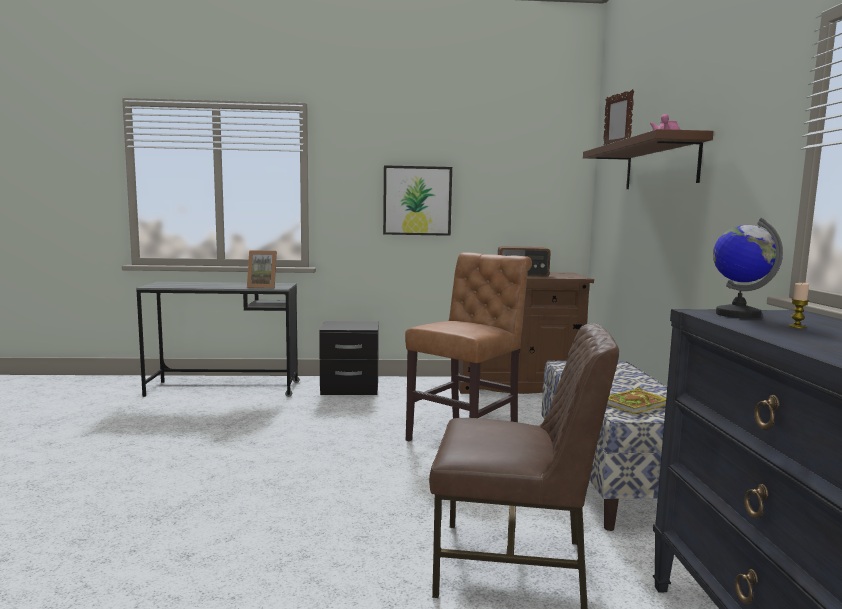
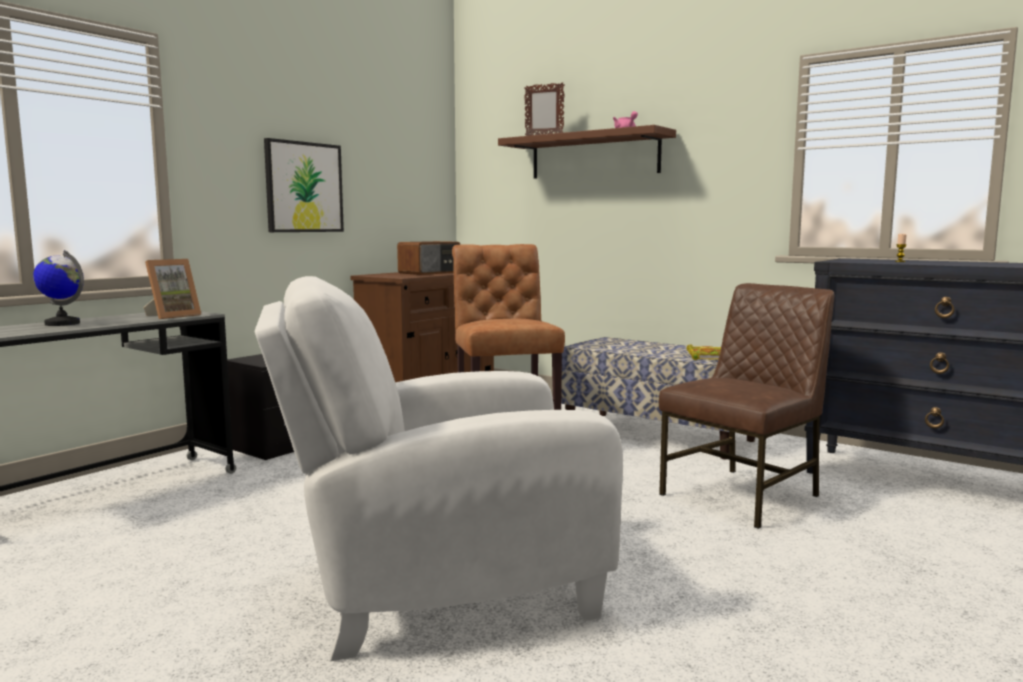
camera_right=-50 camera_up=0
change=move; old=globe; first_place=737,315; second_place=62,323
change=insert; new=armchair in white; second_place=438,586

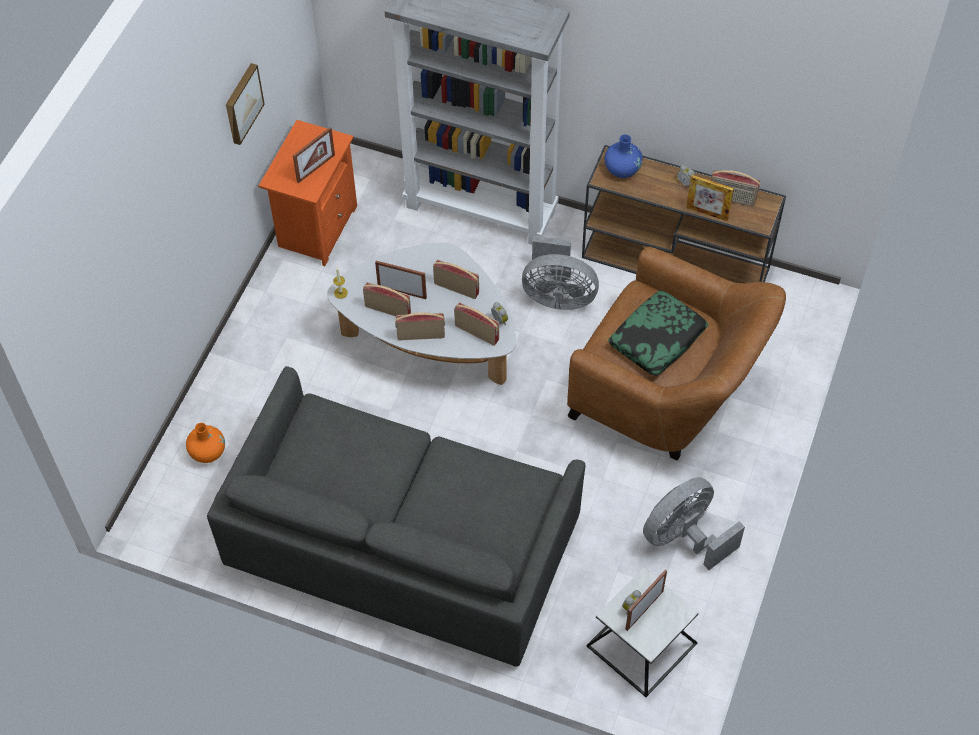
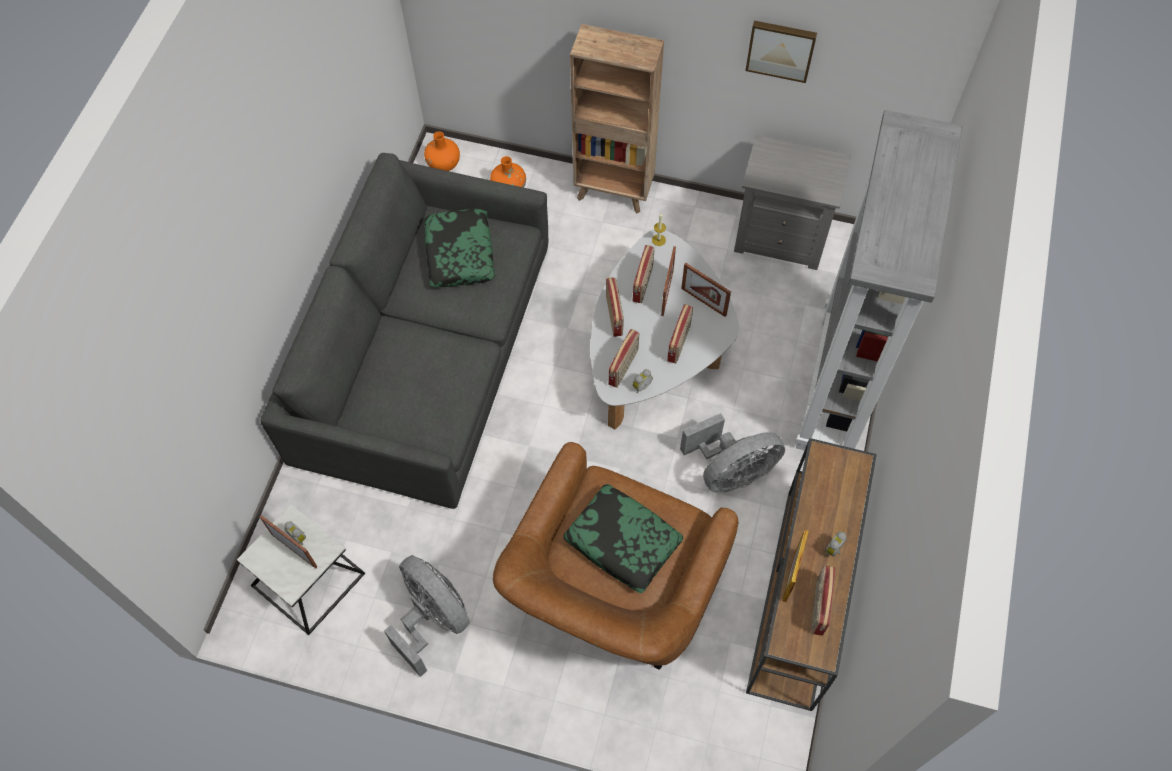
camera_right=85 camera_up=5
change=recolor; old=nightstand in orange; new=nightstand in grey; first_place=316,227; second_place=781,238
change=move; old=picture frame; first_place=316,168; second_place=703,302
change=delete; old=vase in blue; first_place=622,169
change=rotate; old=fan in grey; first_place=557,296; second_place=731,472; degrees=-120
change=insert; new=bookcase in brown; second_place=614,192
change=insert; new=vase in orange; second_place=443,164
change=insert; new=pillow; second_place=459,254

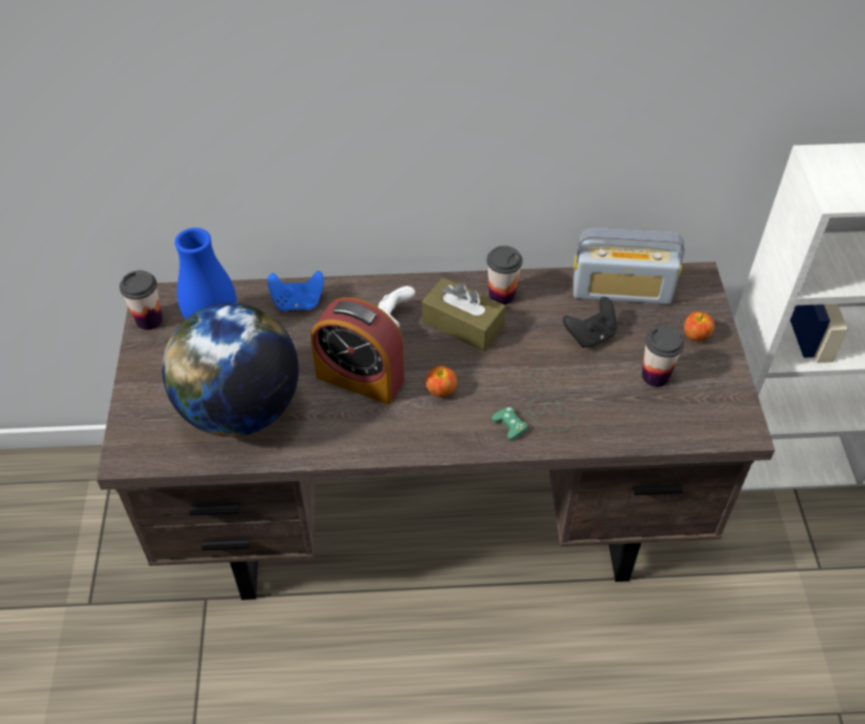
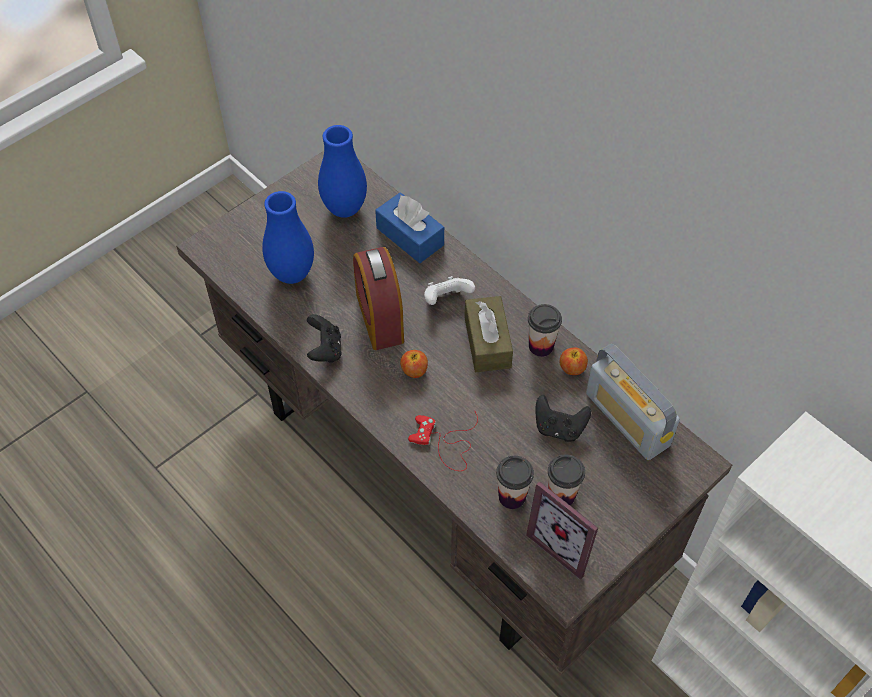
camera_right=50 camera_up=5
change=move; old=cup; first_place=149,320; second_place=512,496
change=replace; old=game controller in blue; new=tissue box in blue; first_place=298,303; second_place=410,236
change=replace; old=globe; new=vase in blue; first_place=240,410; second_place=292,274
change=move; old=apple; first_place=696,335; second_place=572,368
change=recolor; old=game controller in green; new=game controller in red; first_place=535,416; second_place=445,442
change=insert; new=game controller in black; second_place=325,350
change=insert; new=picture frame; second_place=566,543

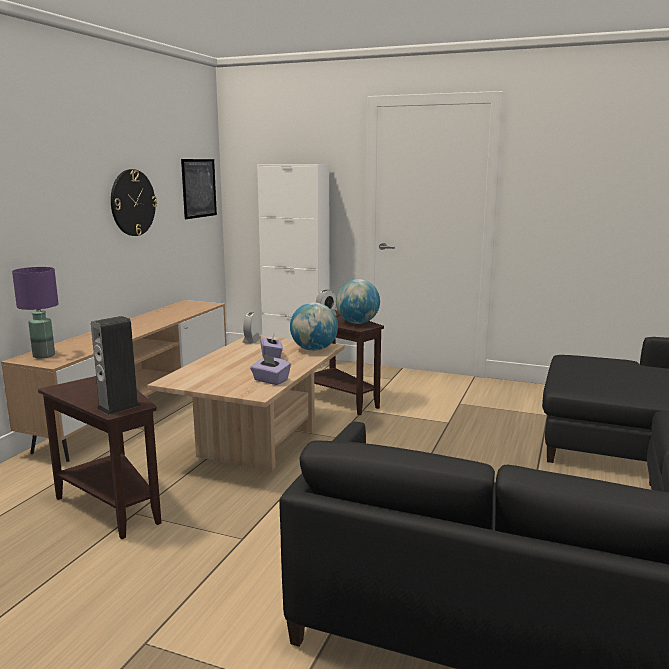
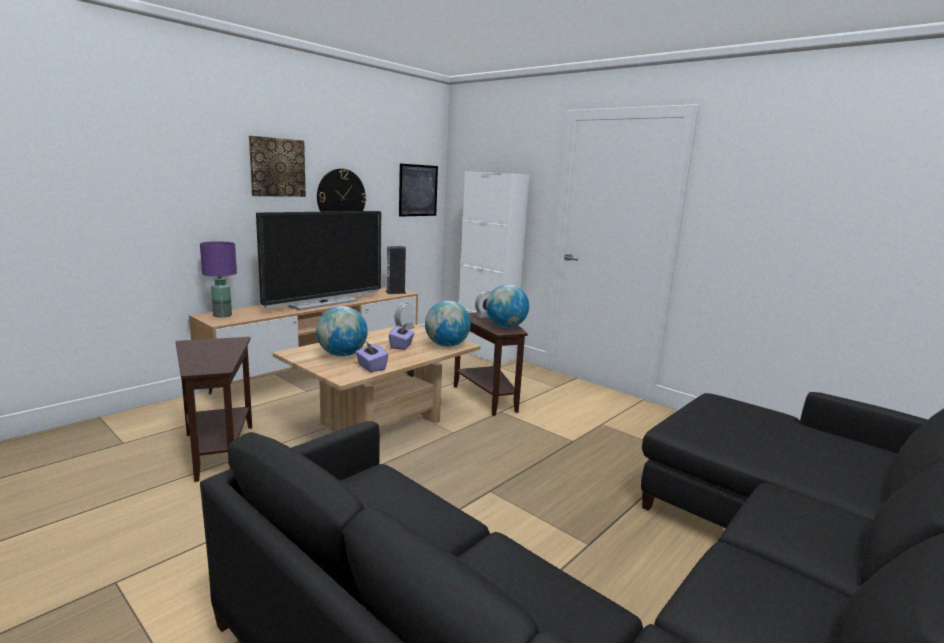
camera_right=20 camera_up=0
change=move; old=speaker; first_place=118,407; second_place=395,292
change=insert; new=picture; second_place=277,167
change=insert; new=television; second_place=323,303
change=insert; new=globe; second_place=342,355

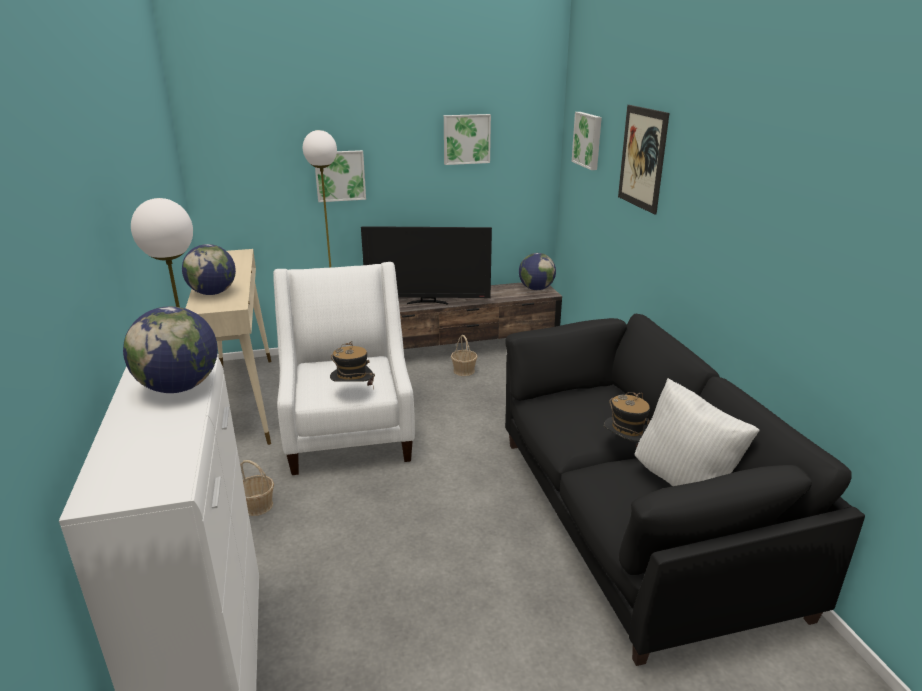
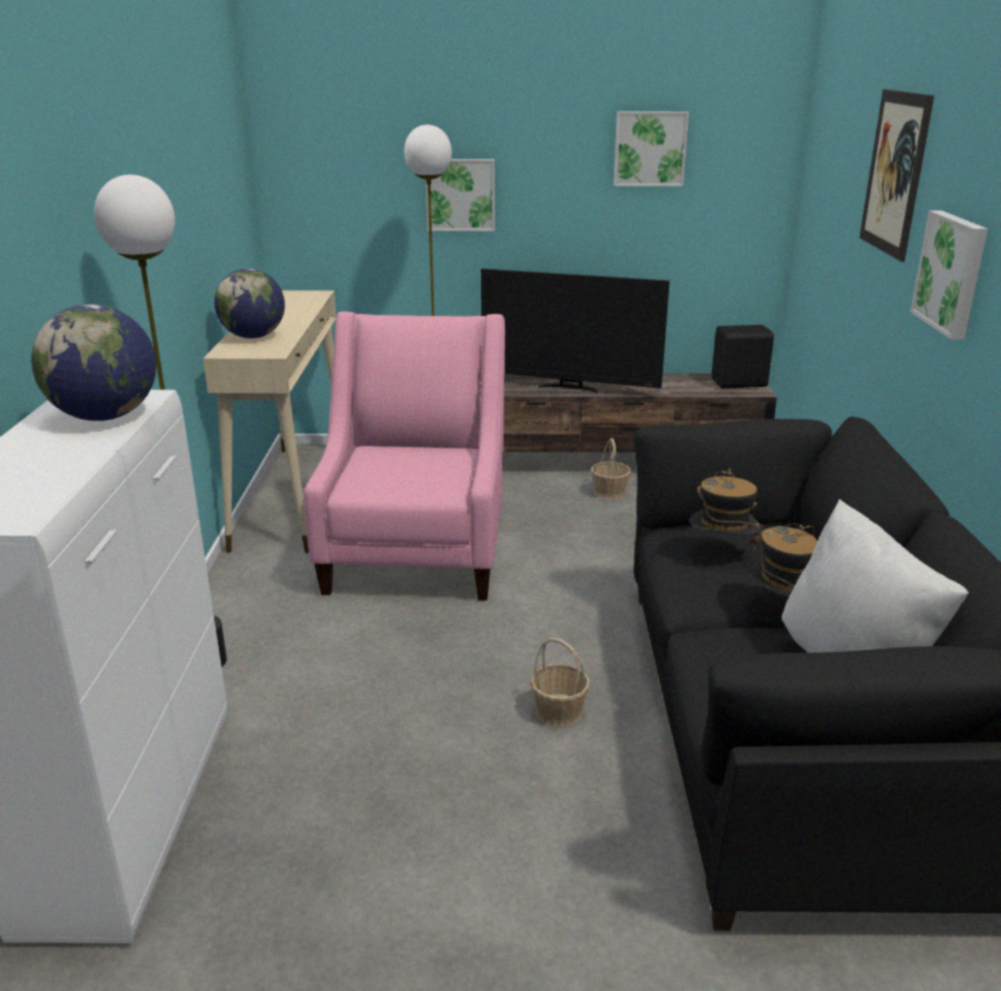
camera_right=15 camera_up=0
change=move; old=picture; first_place=588,140; second_place=952,273
change=replace; old=globe; new=speaker in black; first_place=536,289; second_place=740,384
change=recolor; old=armchair in white; new=armchair in pink; first_place=349,433; second_place=417,554
change=move; old=hat; first_place=353,394; second_place=721,554
change=move; old=basket; first_place=257,505; second_place=559,711

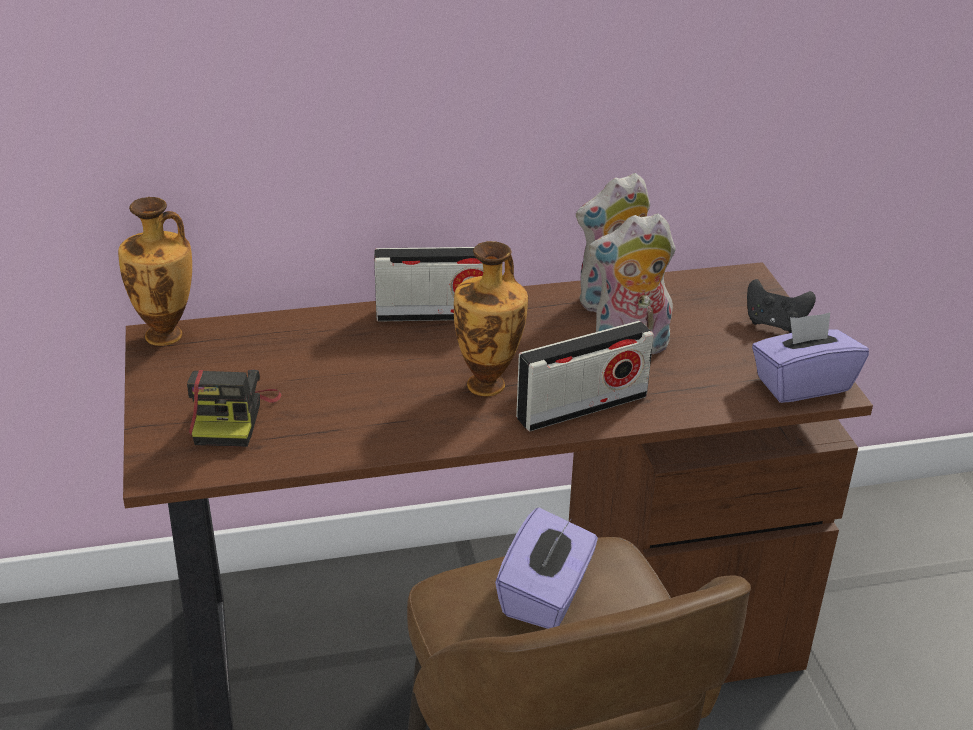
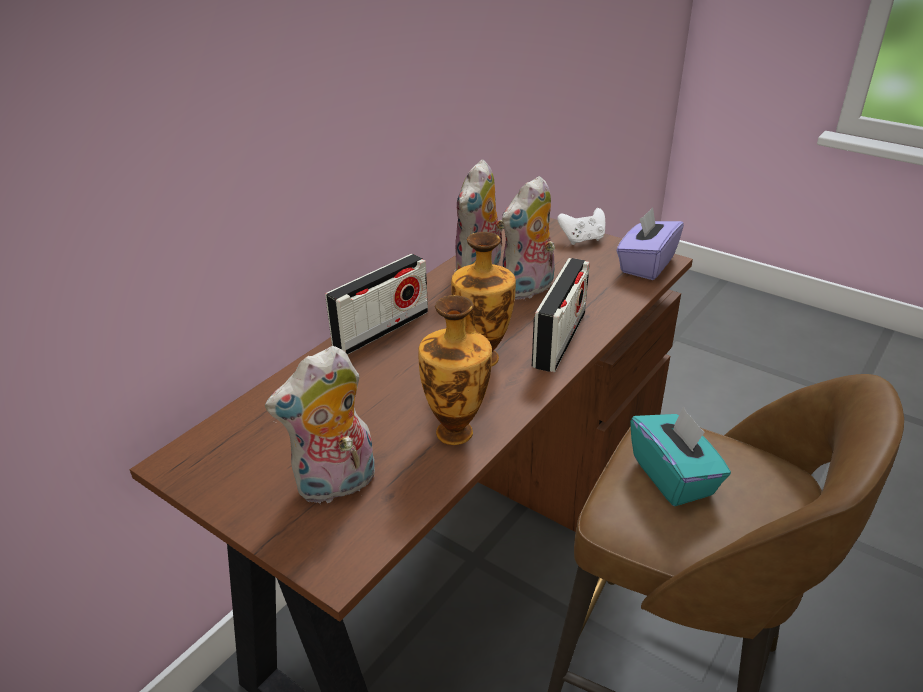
camera_right=-40 camera_up=0
change=move; old=vase; first_place=167,335; second_place=457,431
change=recolor; old=game controller in black; new=game controller in white; first_place=774,324; second_place=582,239
change=replace; old=photo camera; new=plush toy; first_place=232,417; second_place=336,486
change=recolor; old=tissue box in purple; new=tissue box in turquoise; first_place=546,595; second_place=673,476

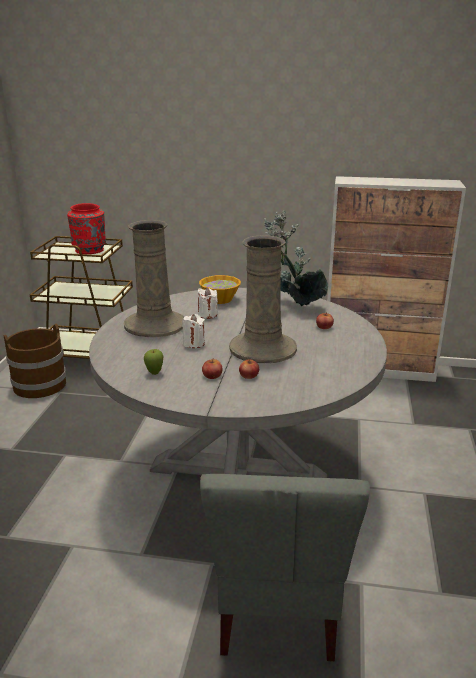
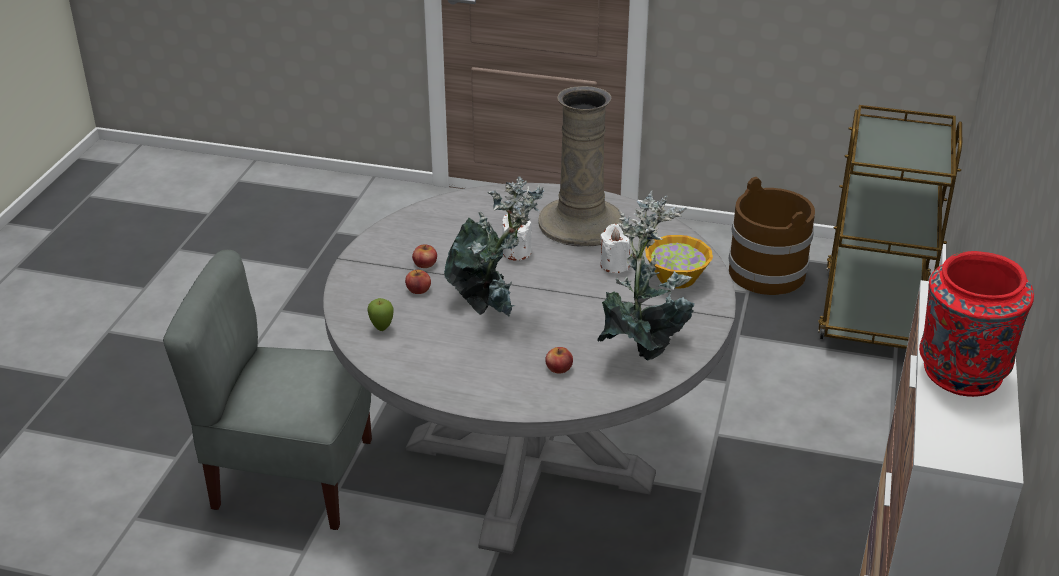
camera_right=95 camera_up=10
change=move; old=vase in red; first_place=89,250; second_place=960,373
change=replace; old=vase in beige; new=potted plant; first_place=263,348; second_place=491,305
change=move; old=apple; first_place=154,373; second_place=382,328

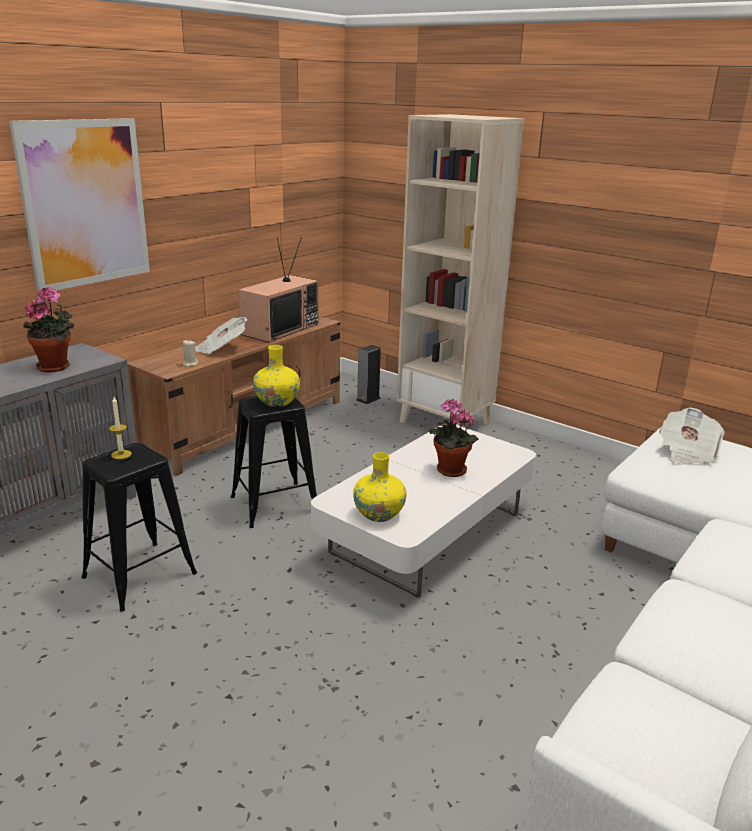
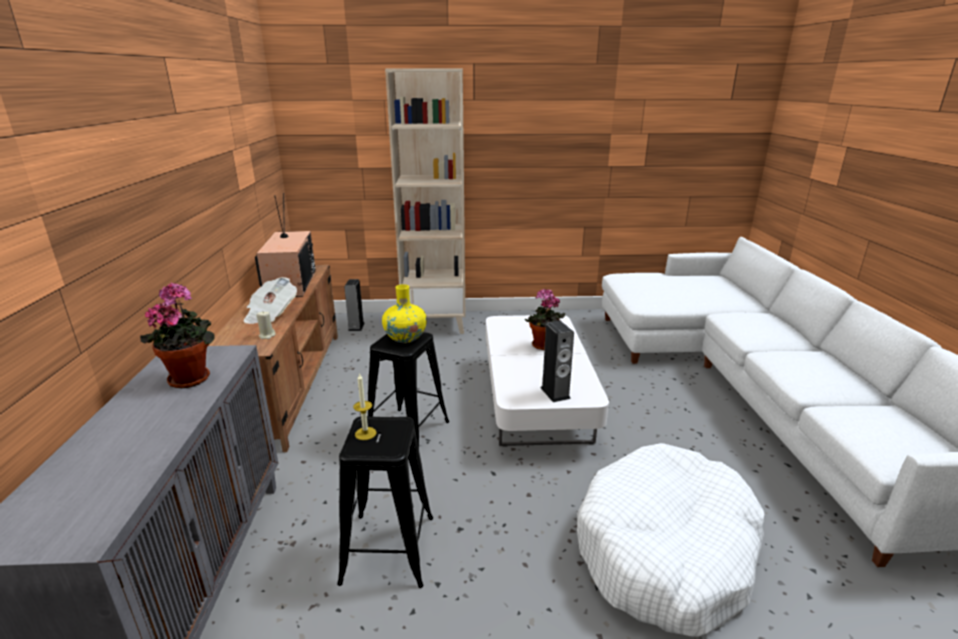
camera_right=-40 camera_up=0
change=delete; old=picture; first_place=85,203
change=delete; old=newspaper; first_place=687,452
change=replace; old=vase in yellow; new=speaker; first_place=379,514; second_place=555,393
change=insert; new=dog bed in white; second_place=665,551

